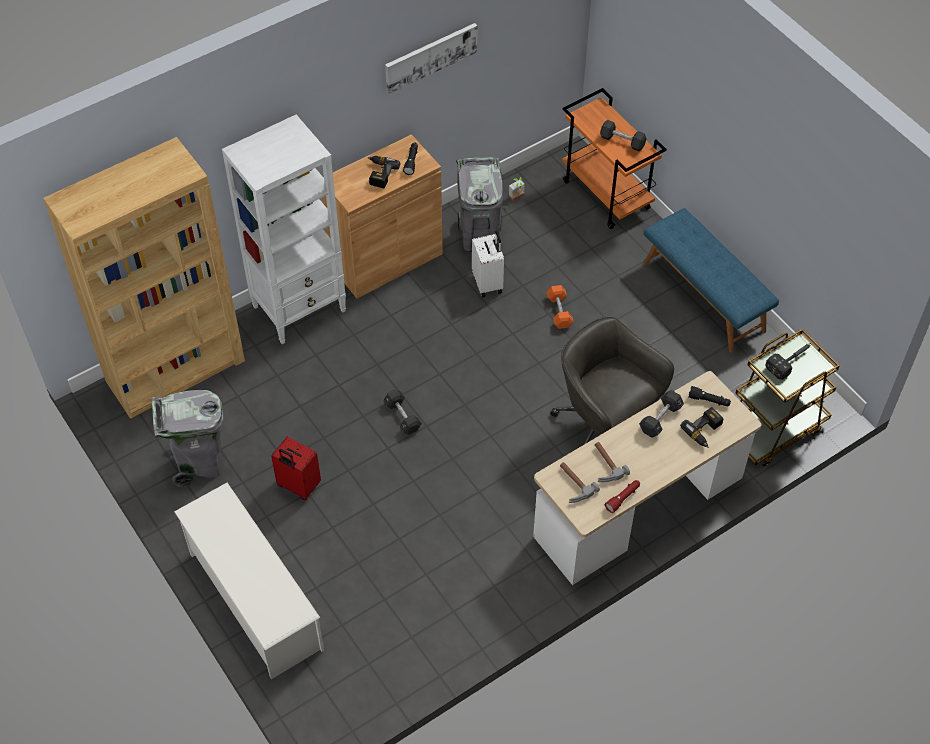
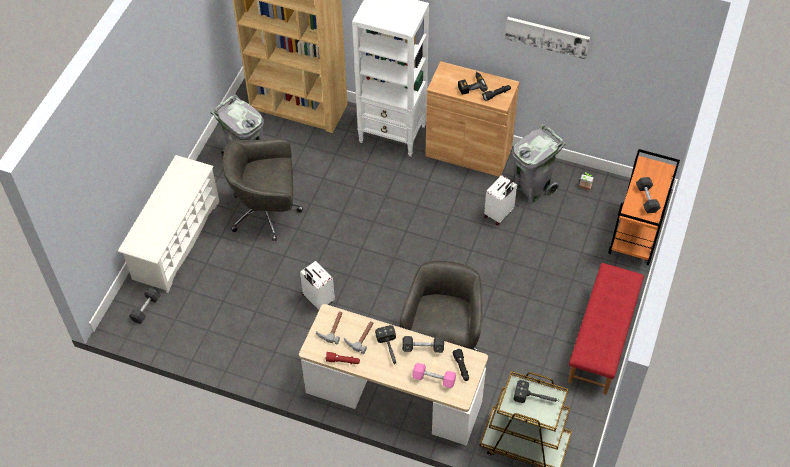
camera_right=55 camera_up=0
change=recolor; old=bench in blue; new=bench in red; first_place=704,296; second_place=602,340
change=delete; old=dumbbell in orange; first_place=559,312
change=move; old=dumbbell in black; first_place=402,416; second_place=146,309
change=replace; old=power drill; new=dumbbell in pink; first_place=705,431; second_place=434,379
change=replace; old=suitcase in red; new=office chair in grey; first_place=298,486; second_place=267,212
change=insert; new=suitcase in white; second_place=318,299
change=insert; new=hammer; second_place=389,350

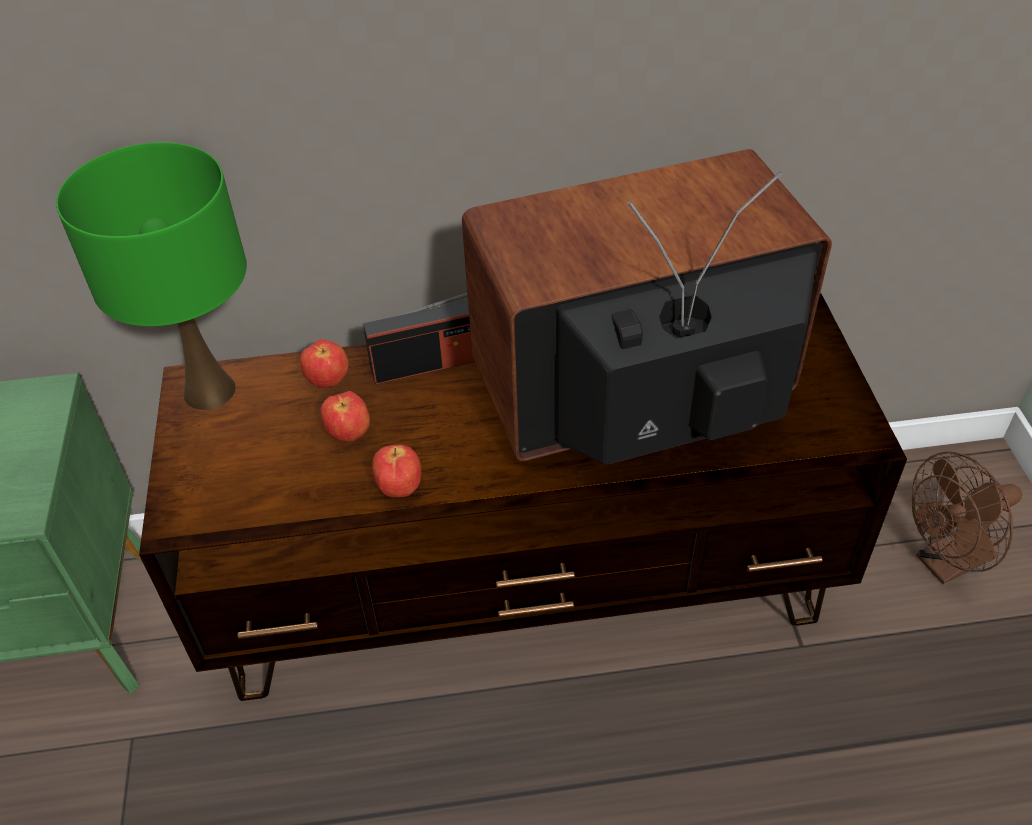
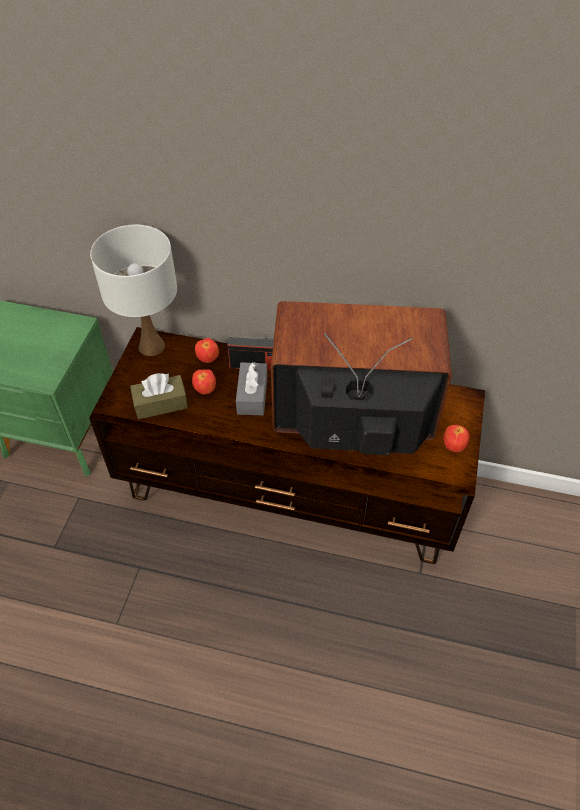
camera_right=20 camera_up=5
change=recolor; old=table lamp in green; new=table lamp in white; first_place=208,391; second_place=151,346
change=move; old=apple; first_place=399,489; second_place=453,446
change=delete; old=fan in brown; first_place=946,563
change=insert; new=tissue box in grey; second_place=252,395
change=insert; new=tissue box in brown; second_place=160,404

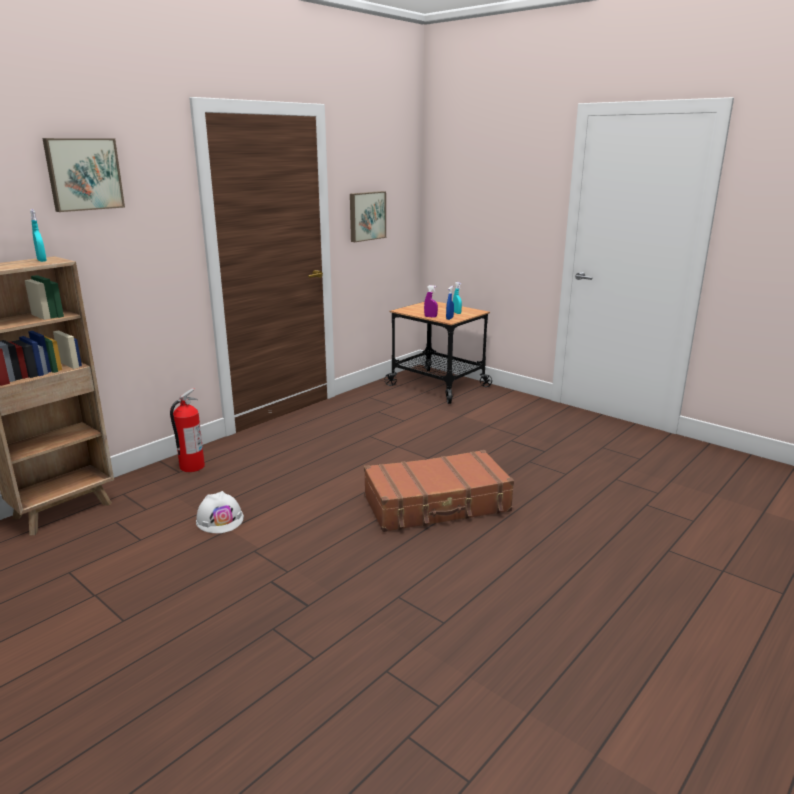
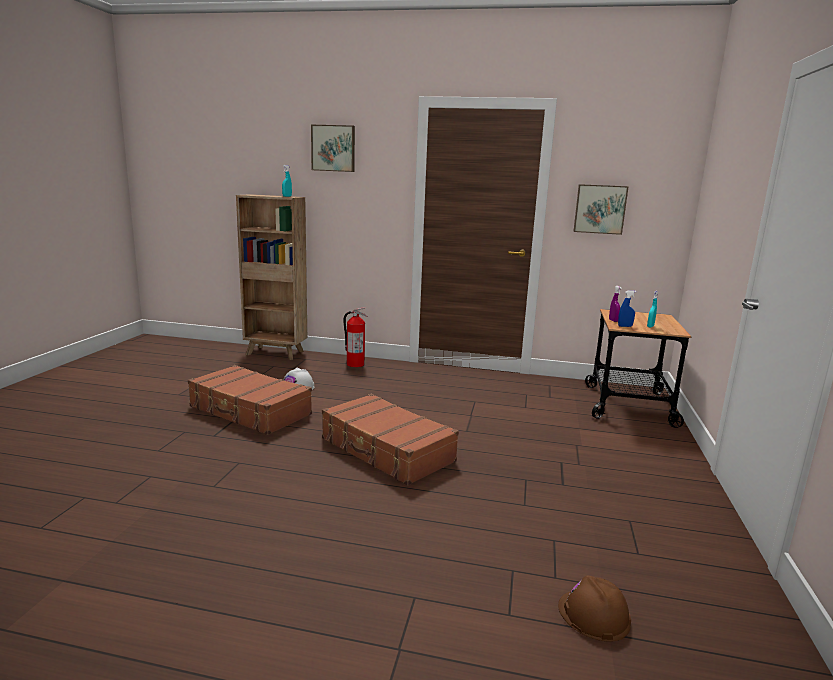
camera_right=60 camera_up=-5
change=insert; new=suitcase in brown; second_place=250,411
change=insert; new=hard hat in brown; second_place=593,615

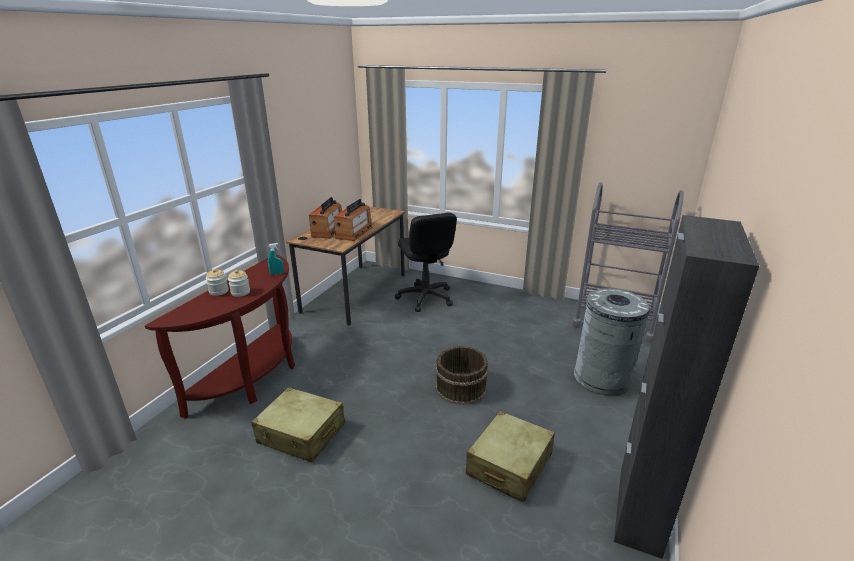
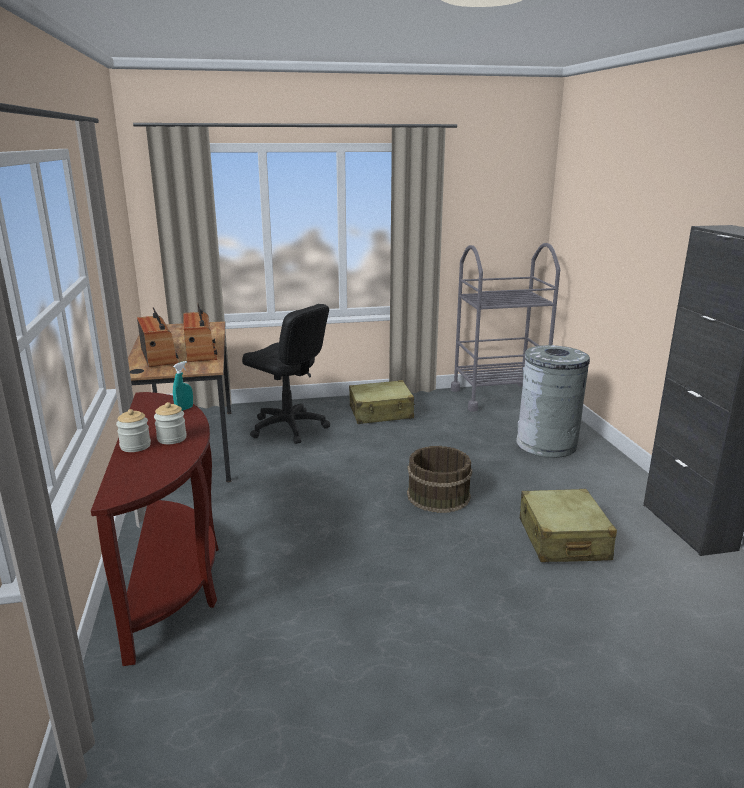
camera_right=-35 camera_up=-5
change=move; old=suitcase in beige; first_place=301,434; second_place=381,412

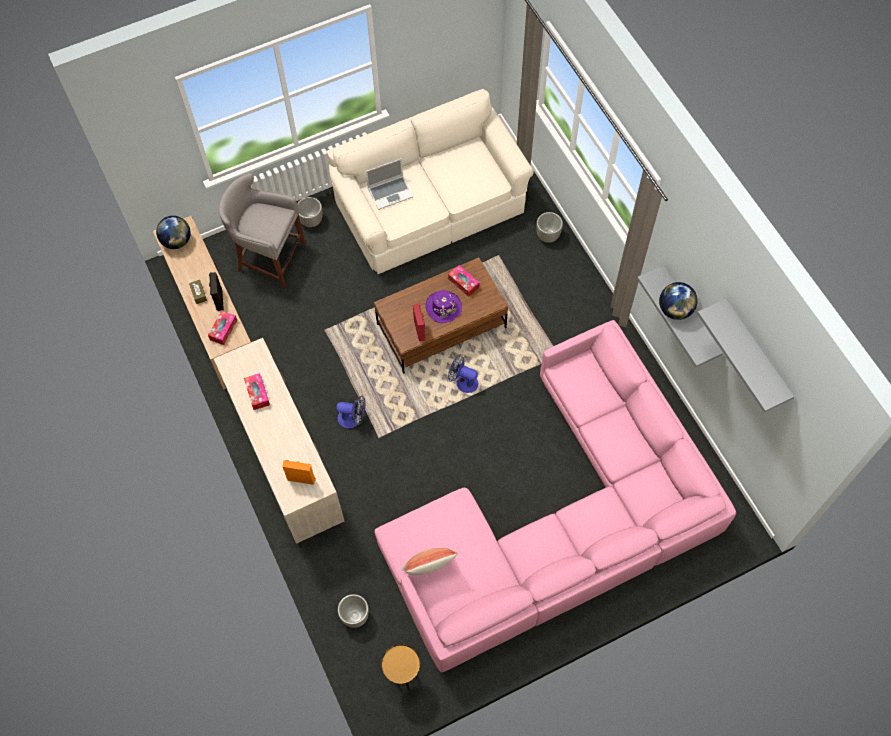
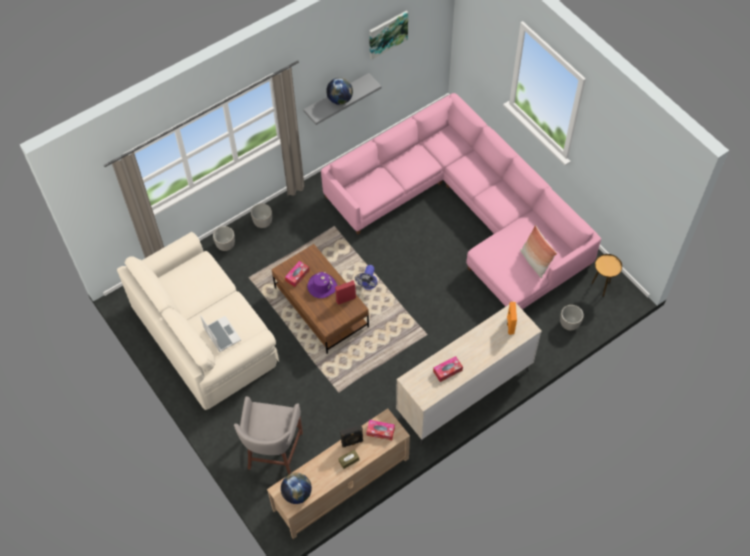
camera_right=-100 camera_up=-5
change=move; old=planter; first_place=311,220; second_place=262,223
change=replace; old=shelf in grey; new=picture; first_place=755,353; second_place=387,34
change=delete; old=fan; first_place=353,418

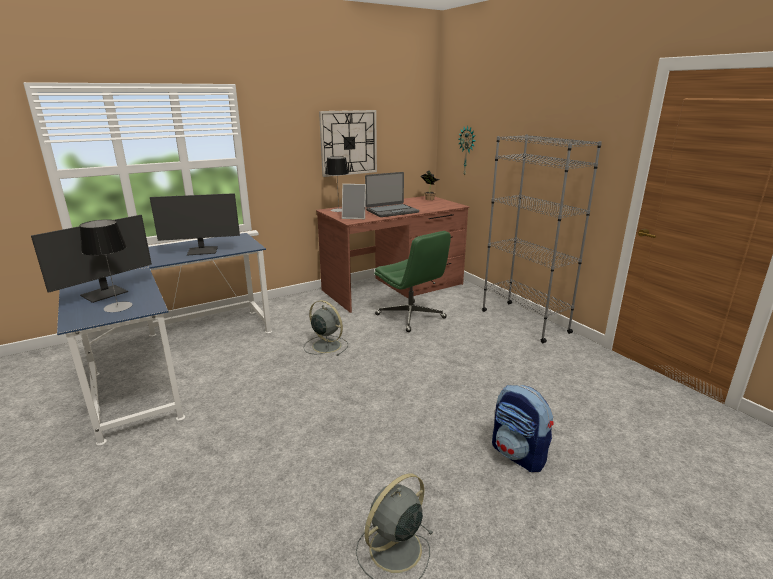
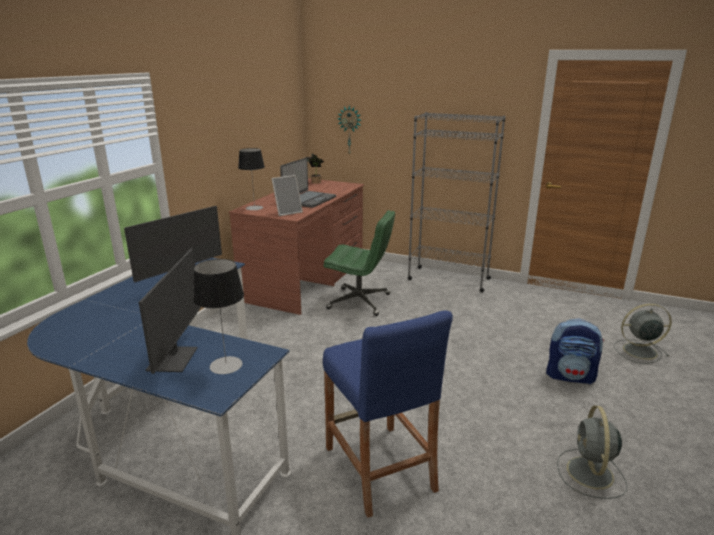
camera_right=-35 camera_up=0
change=delete; old=wall clock; first_place=348,143
change=move; old=fan in grey; first_place=325,345; second_place=638,351
change=insert; new=stool in blue; second_place=379,468

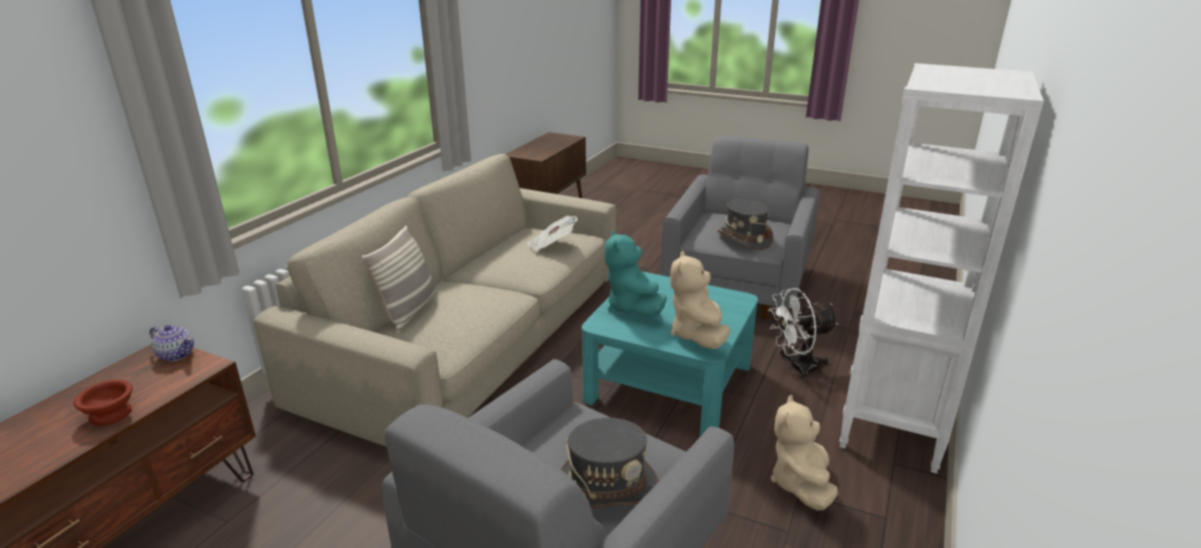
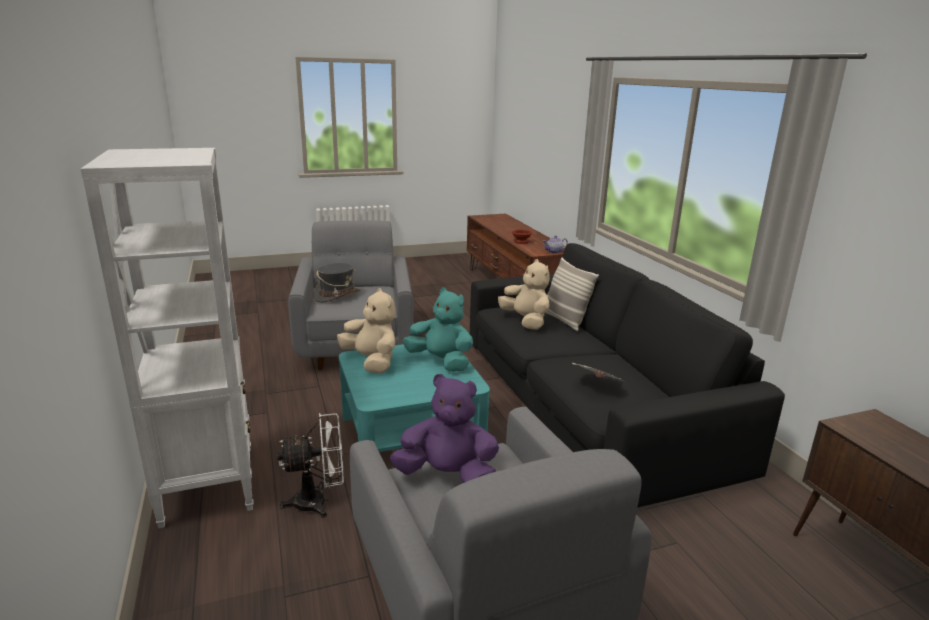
camera_right=135 camera_up=-5
change=recolor; old=sofa in beige; new=sofa in black; first_place=475,335; second_place=586,401
change=replace; old=hat in grey; new=plush toy in purple; first_place=744,239; second_place=447,476
change=rotate; old=fan in white; first_place=796,367; second_place=319,501; degrees=45
change=move; old=plush toy in beige; first_place=801,484; second_place=526,321

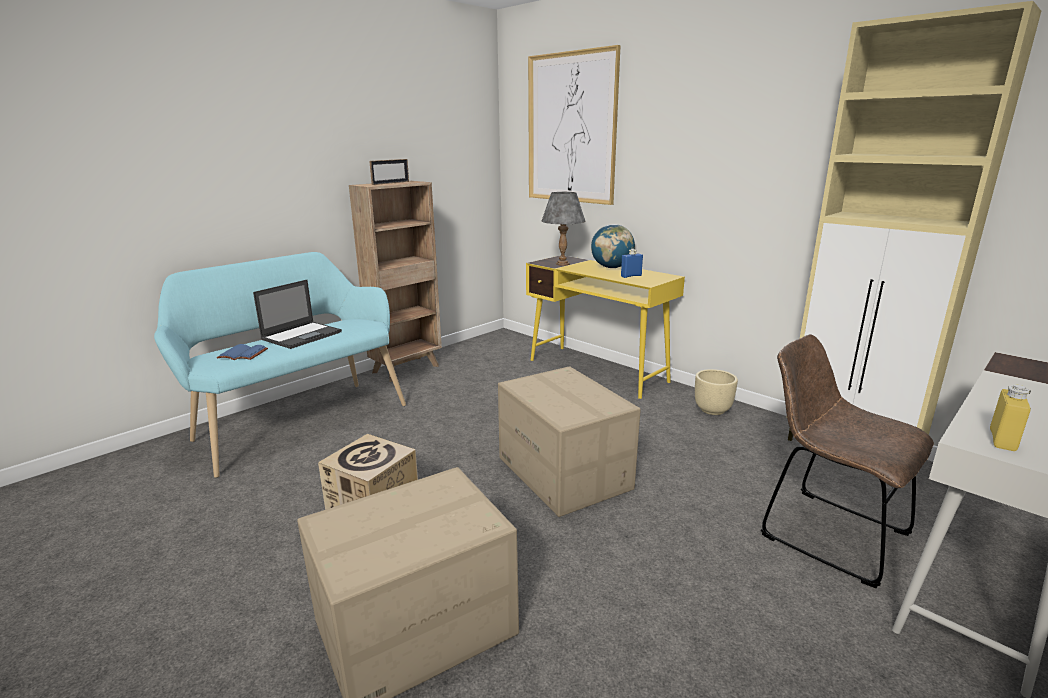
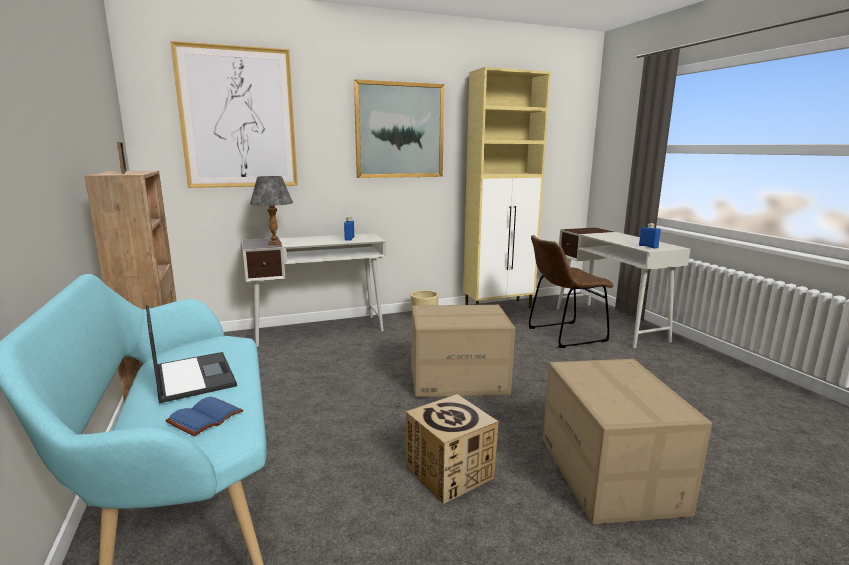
camera_right=-65 camera_up=-5
change=delete; old=globe; first_place=612,267
change=recolor; old=desk in yellow; new=desk in white; first_place=597,370; second_place=319,330
change=recolor; old=bottle in yellow; new=bottle in blue; first_place=1002,440; second_place=648,246
change=insert; new=picture; second_place=399,130

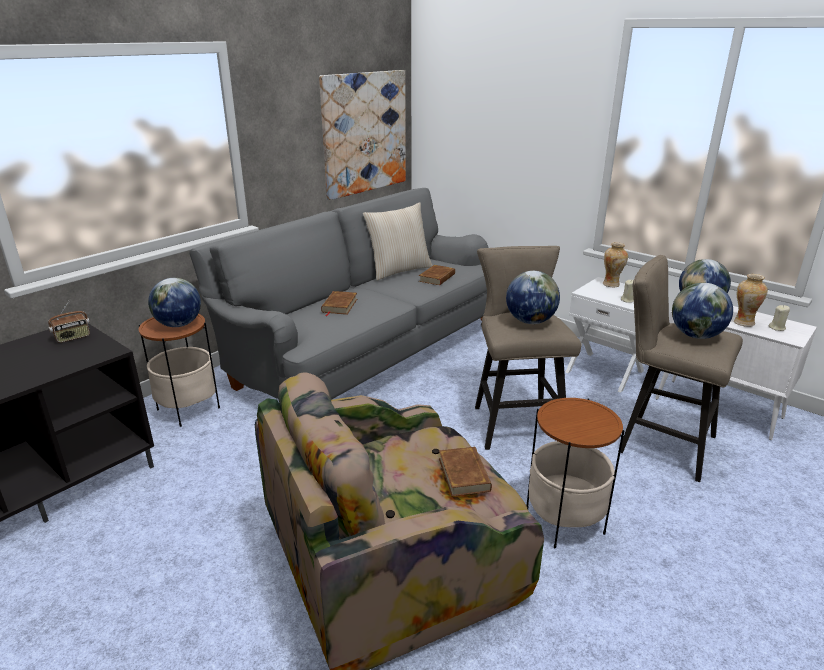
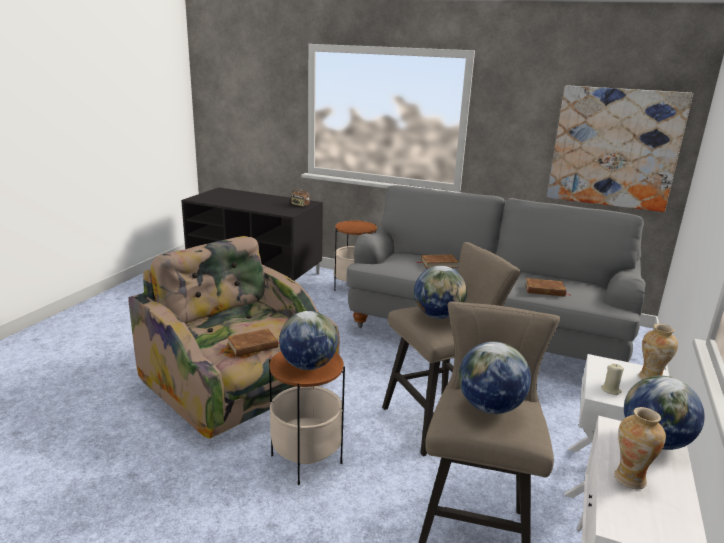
camera_right=70 camera_up=-5
change=delete; old=pillow in beige; first_place=399,270
change=move; old=globe; first_place=178,324; second_place=308,365
change=delete; old=candle in beige; first_place=777,328

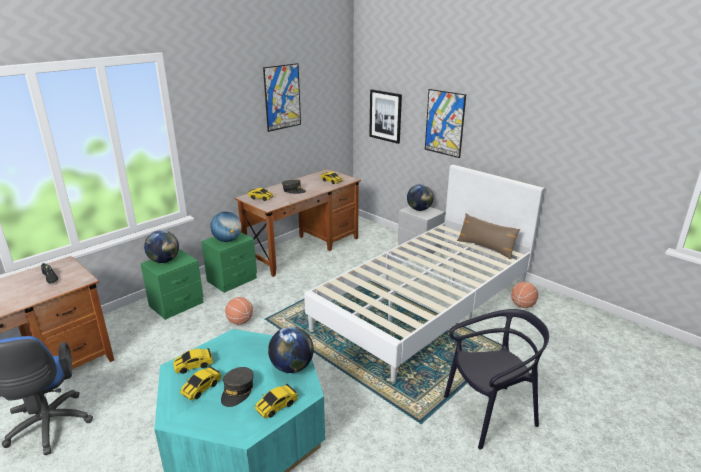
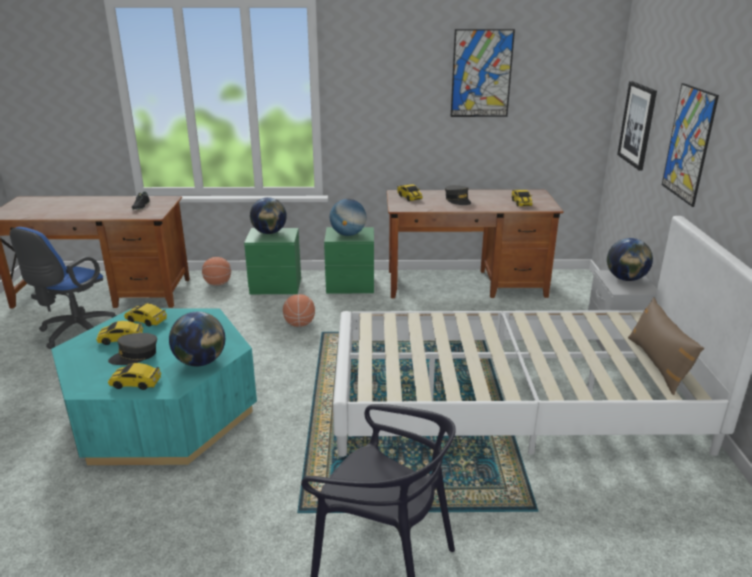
camera_right=45 camera_up=0
change=move; old=basketball; first_place=522,305; second_place=218,283

